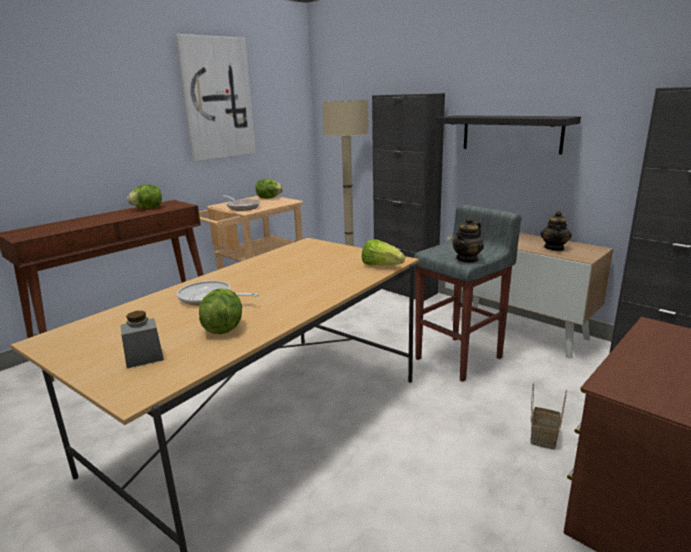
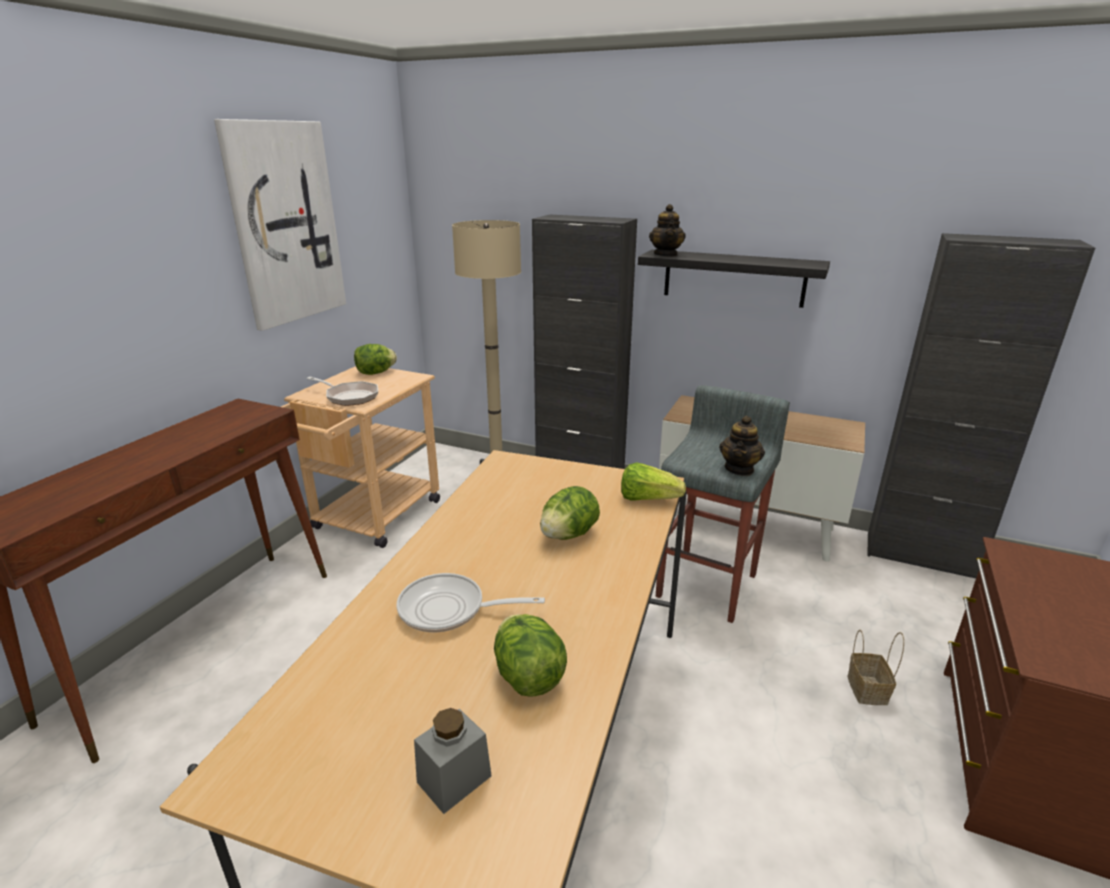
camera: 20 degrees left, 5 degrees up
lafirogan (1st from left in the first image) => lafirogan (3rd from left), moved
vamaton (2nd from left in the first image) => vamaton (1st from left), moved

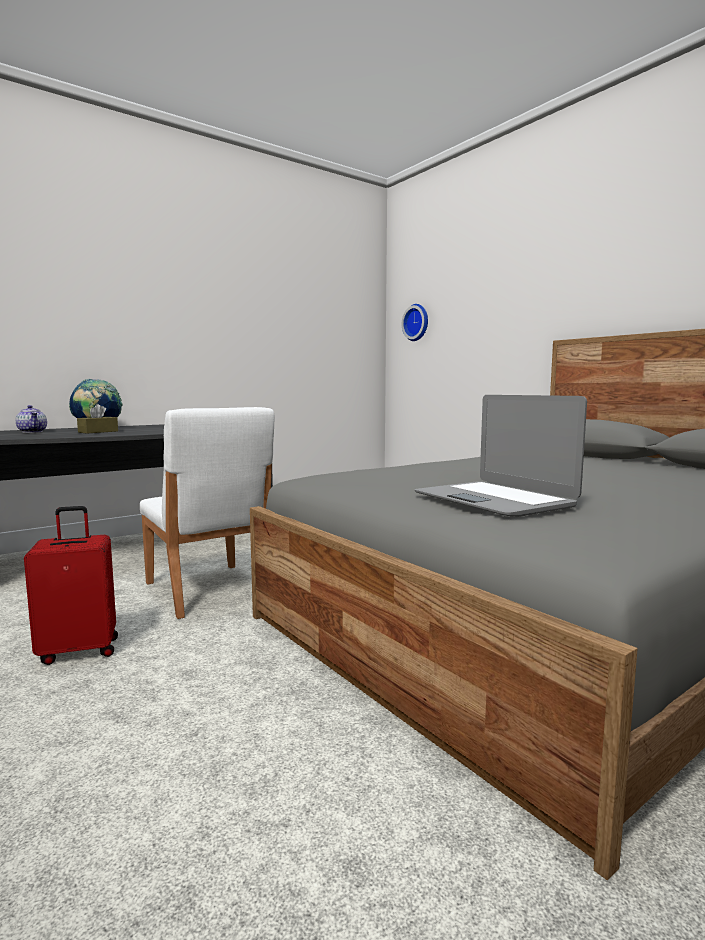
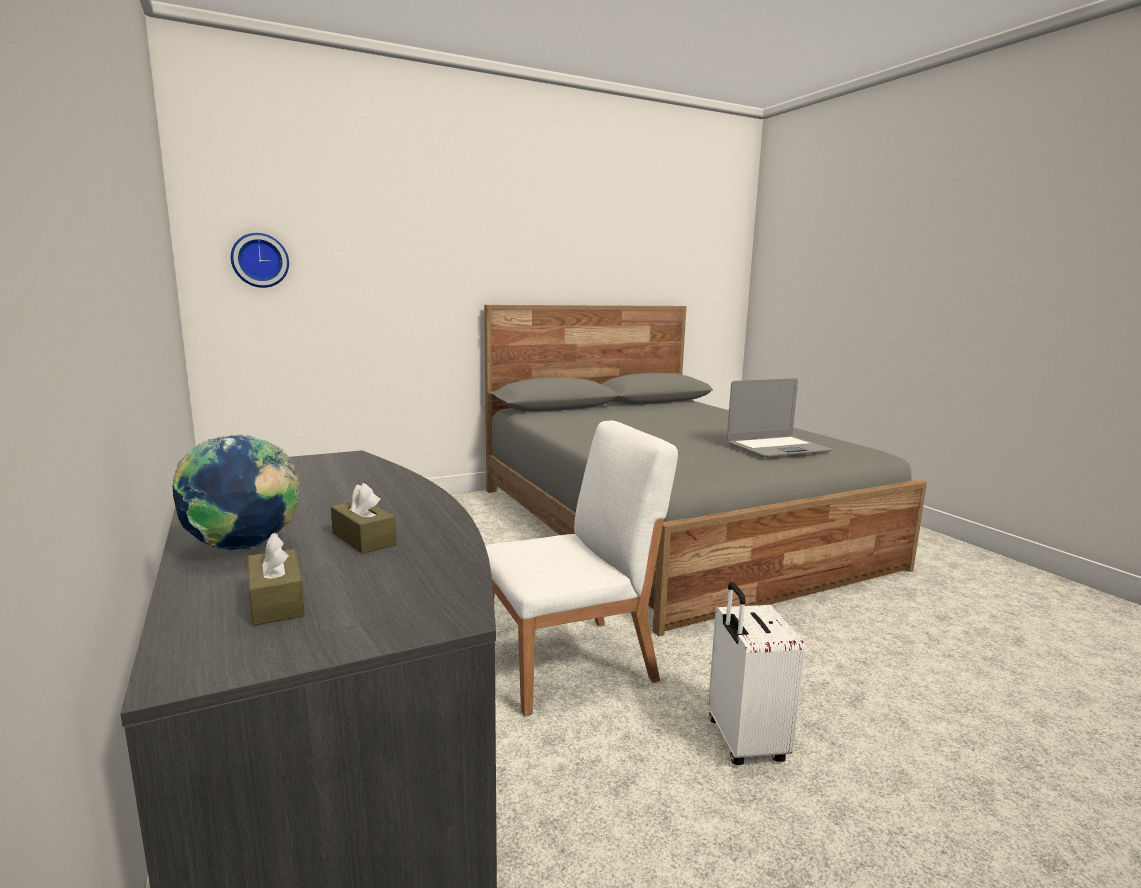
camera: 80 degrees left, 5 degrees up
vamaton => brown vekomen (1st from left)
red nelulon => white nelulon

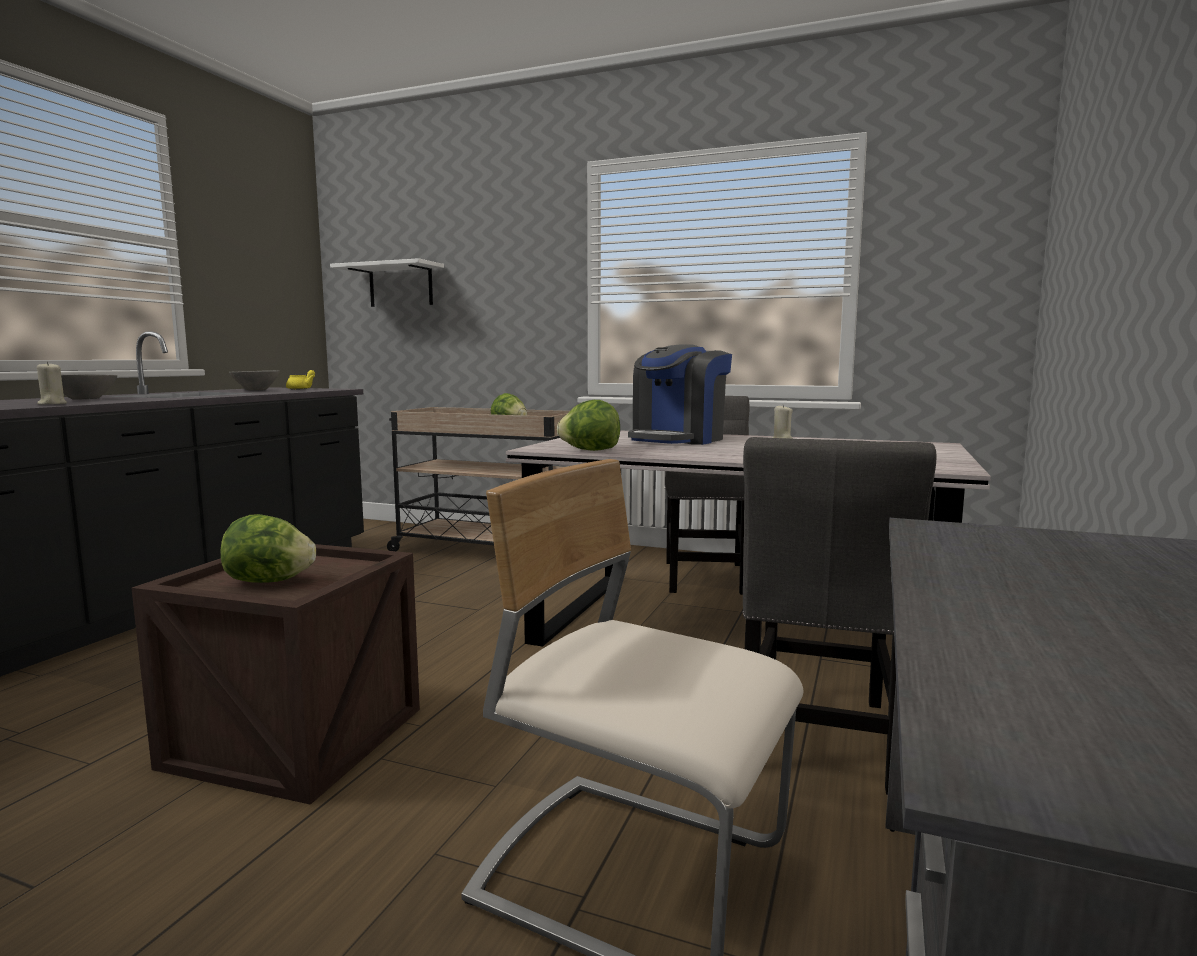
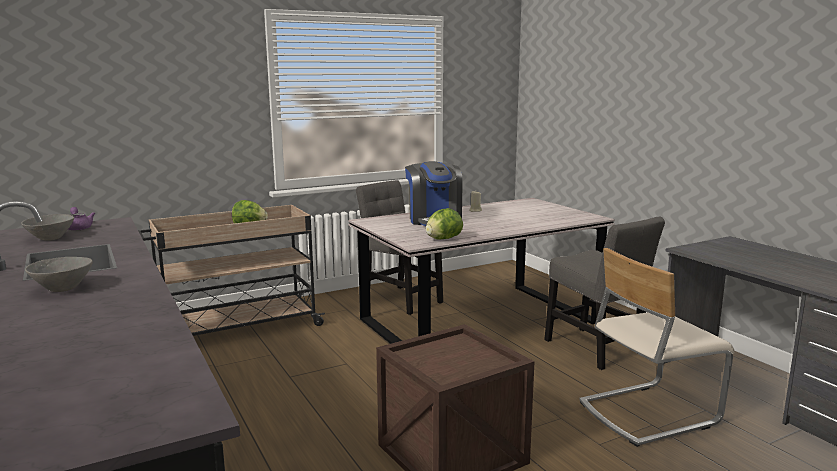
camera: 50 degrees left, 5 degrees up
yellow vamaton => purple vamaton
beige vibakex (1st from left) => nothing
lafirogan (1st from left) => nothing
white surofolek => nothing

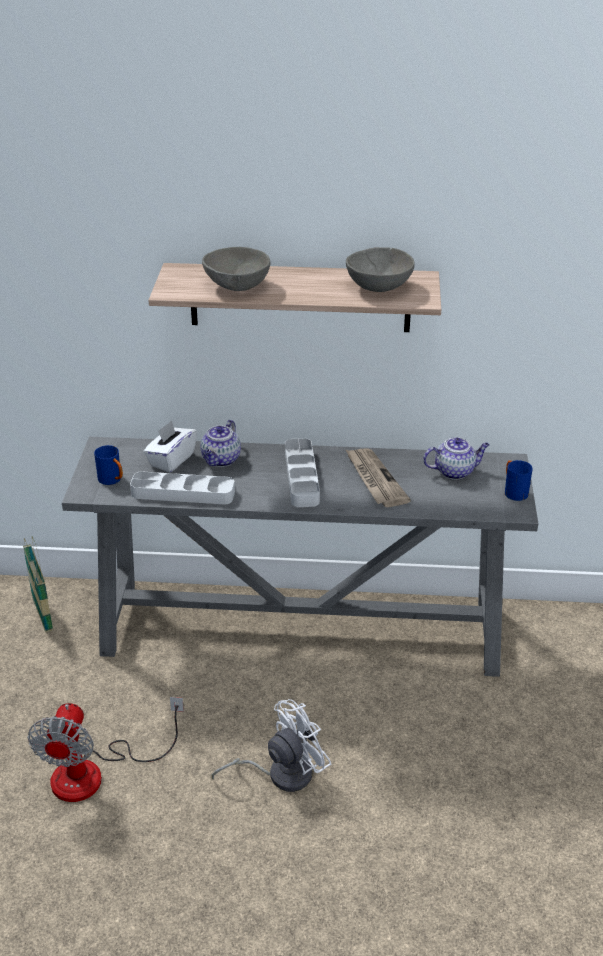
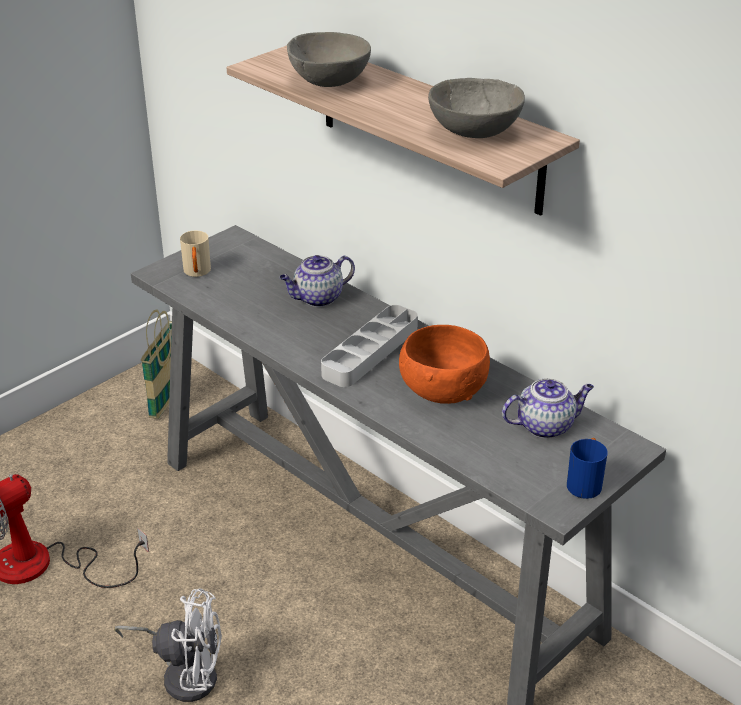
camera: 40 degrees right, 0 degrees up
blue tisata (1st from left) => beige tisata
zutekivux => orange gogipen
vamaton (2nd from left), 45 degrees counterclockwise
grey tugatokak (1st from left) => nothing
white vekomen => nothing

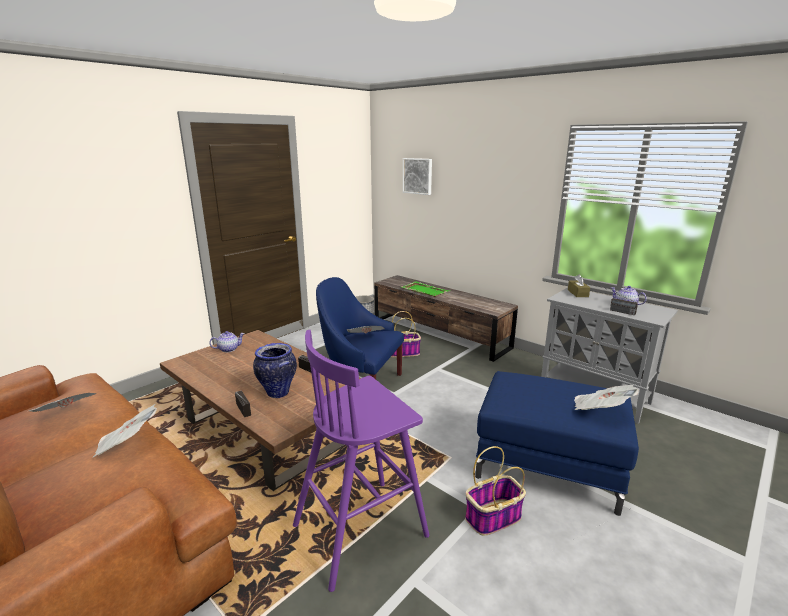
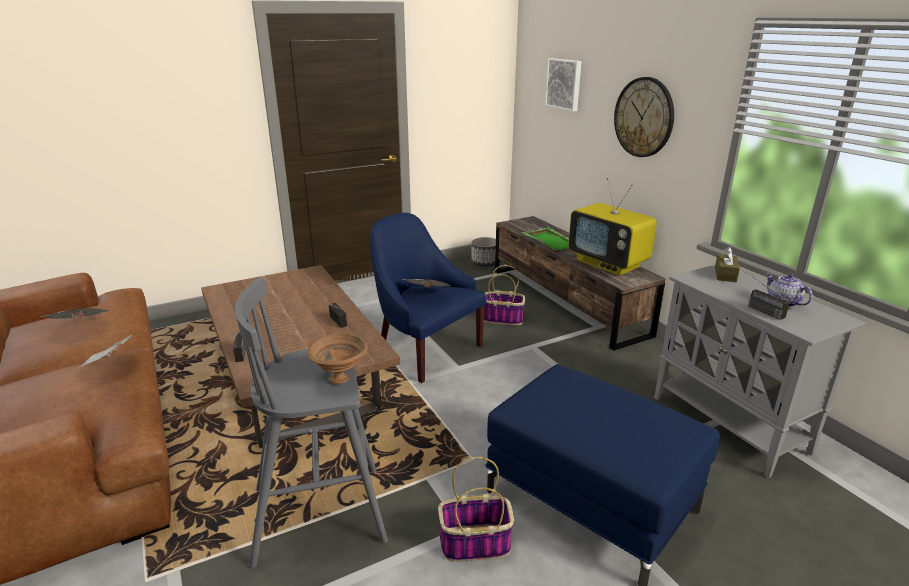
camera: 20 degrees right, 5 degrees up
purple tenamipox => grey tenamipox
nothing => brown gogipen
nothing => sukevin
nothing => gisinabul
vamaton (1st from left) => nothing
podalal => nothing
zutekivux (4th from left) => nothing

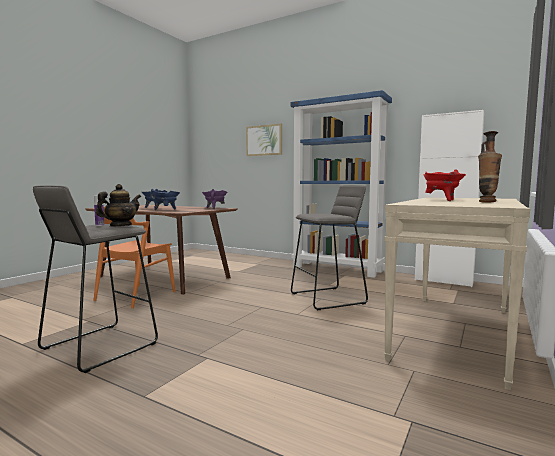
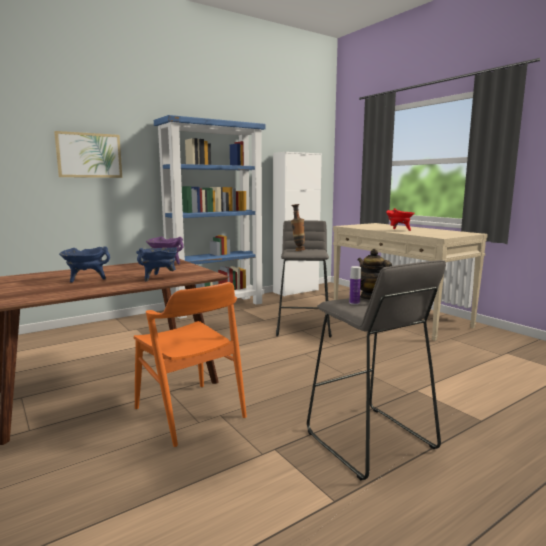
camera: 65 degrees left, 5 degrees up
podalal, moved

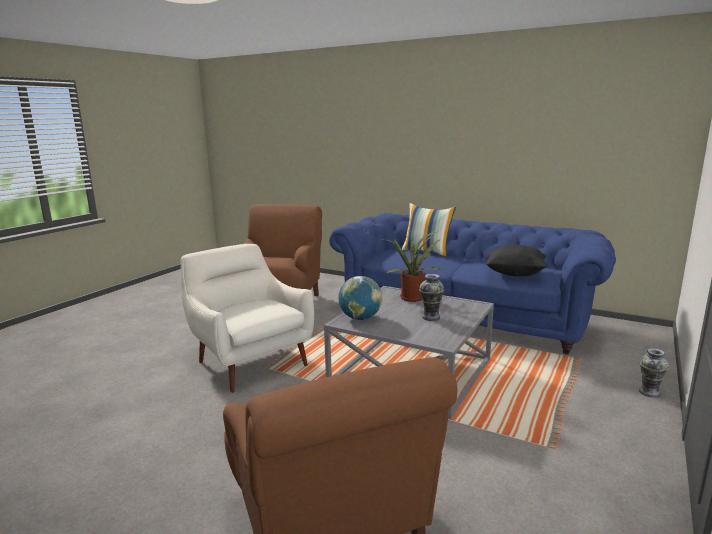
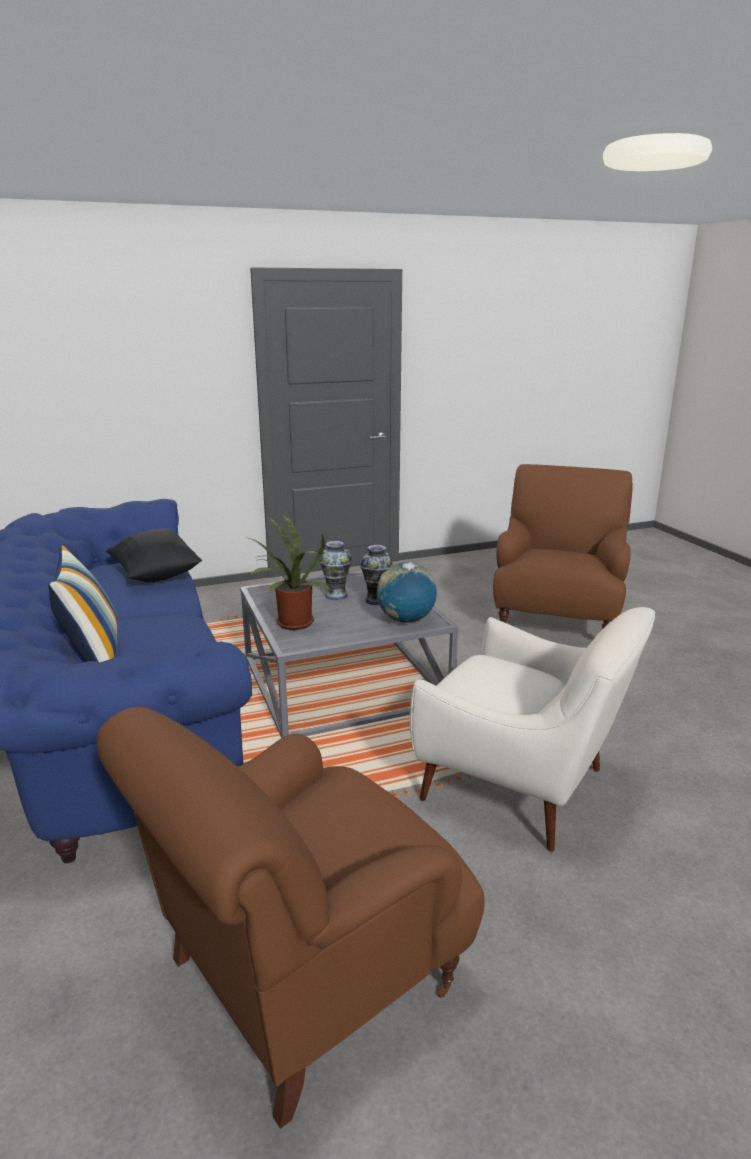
camera: 140 degrees left, 5 degrees up
podalal (2nd from left), moved
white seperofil, 60 degrees counterclockwise

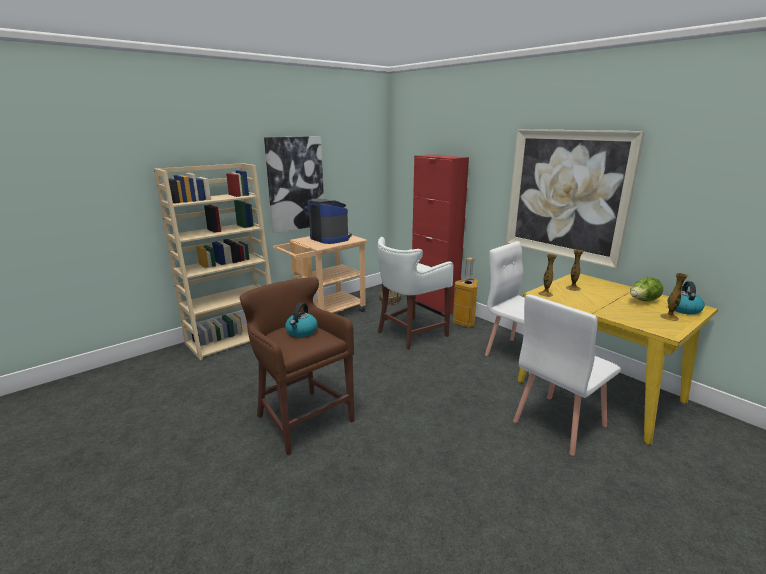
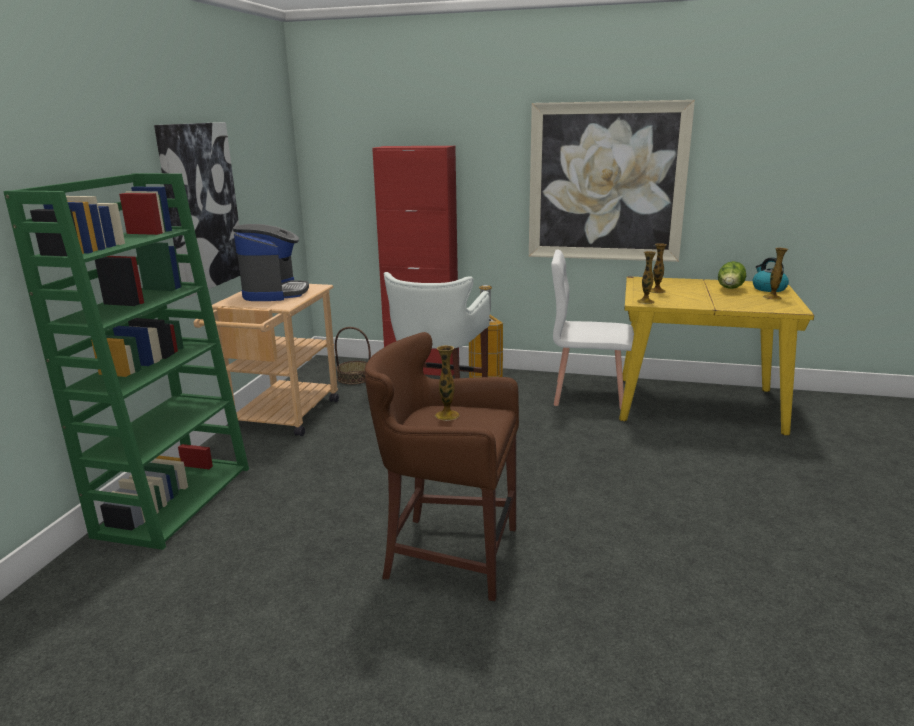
camera: 35 degrees left, 0 degrees up
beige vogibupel => green vogibupel
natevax, 75 degrees clockwise
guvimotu (1st from left) => podalal (1st from left)
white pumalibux (2nd from left) => nothing

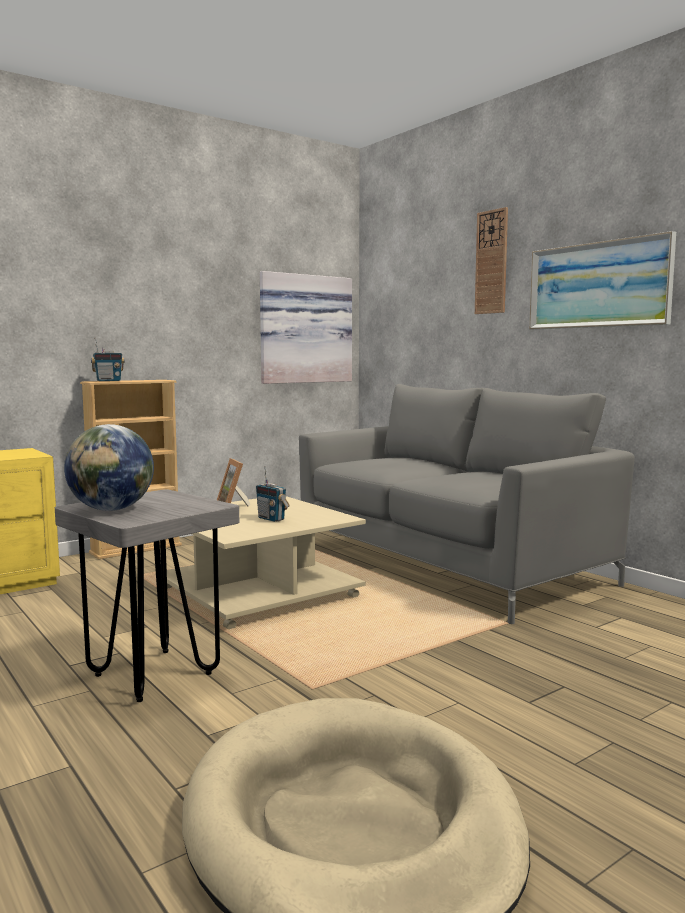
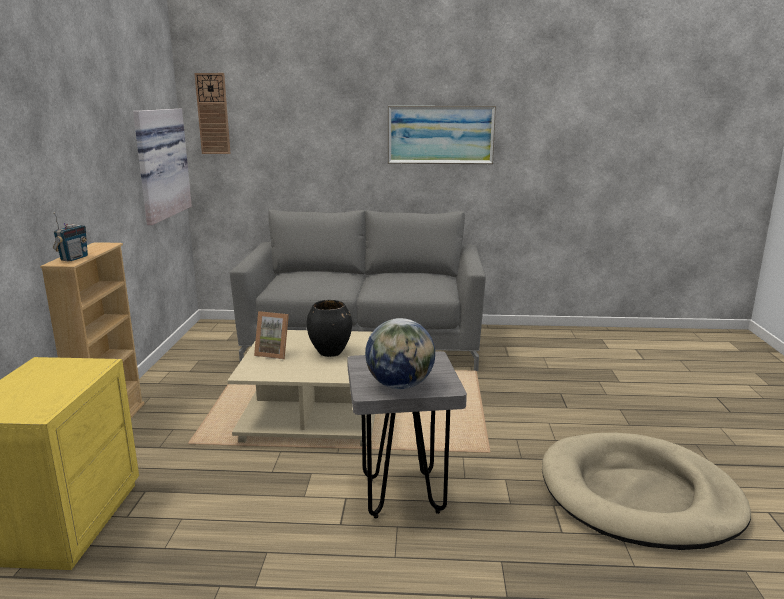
camera: 50 degrees left, 10 degrees up
gisinabul, moved
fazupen (2nd from left) => black podalal

